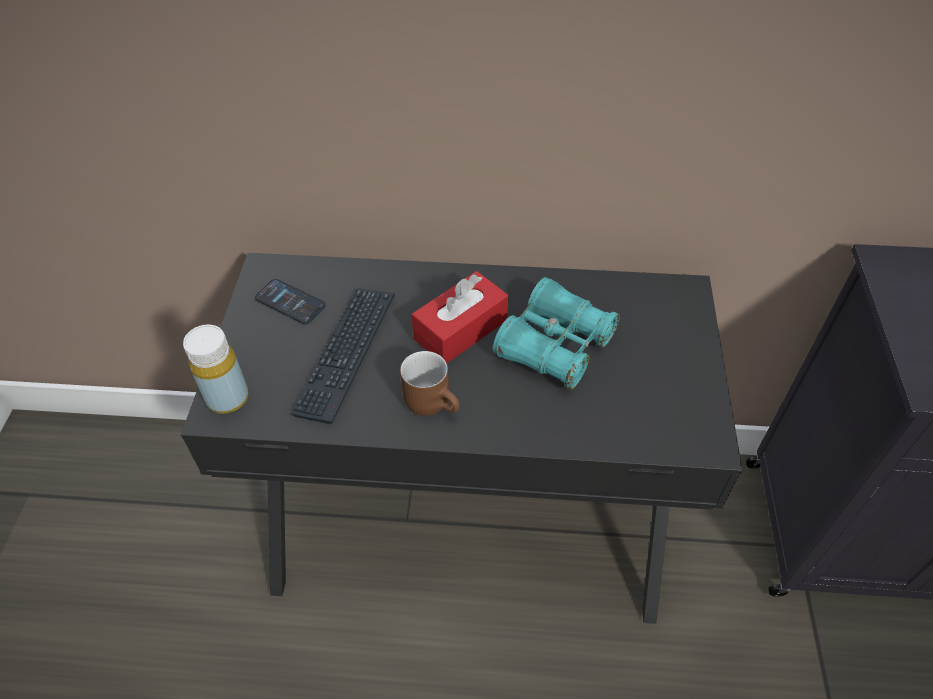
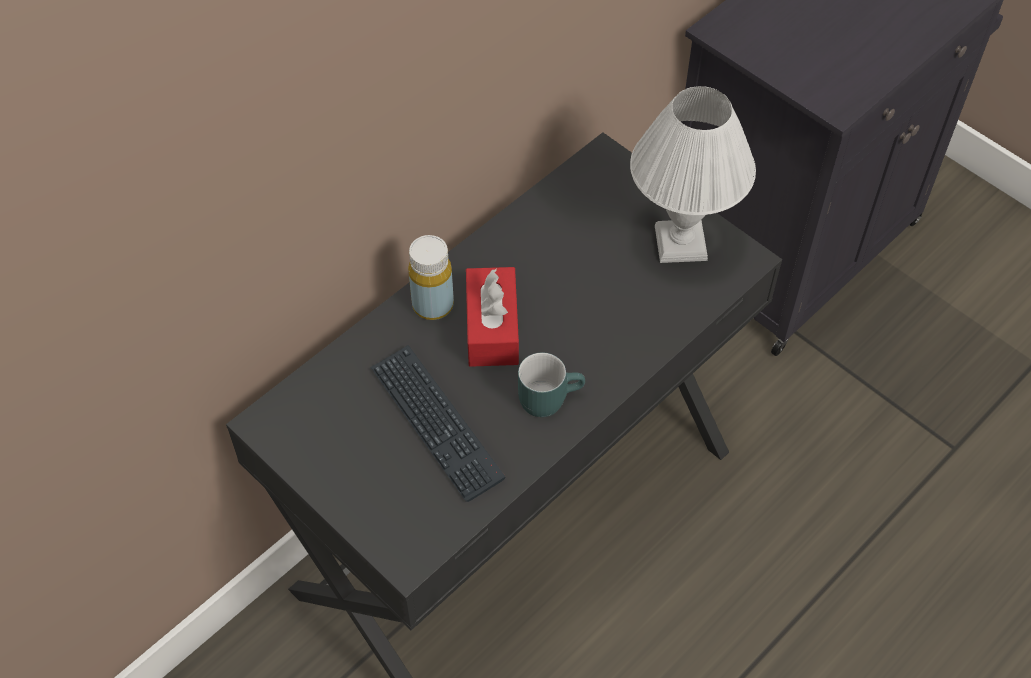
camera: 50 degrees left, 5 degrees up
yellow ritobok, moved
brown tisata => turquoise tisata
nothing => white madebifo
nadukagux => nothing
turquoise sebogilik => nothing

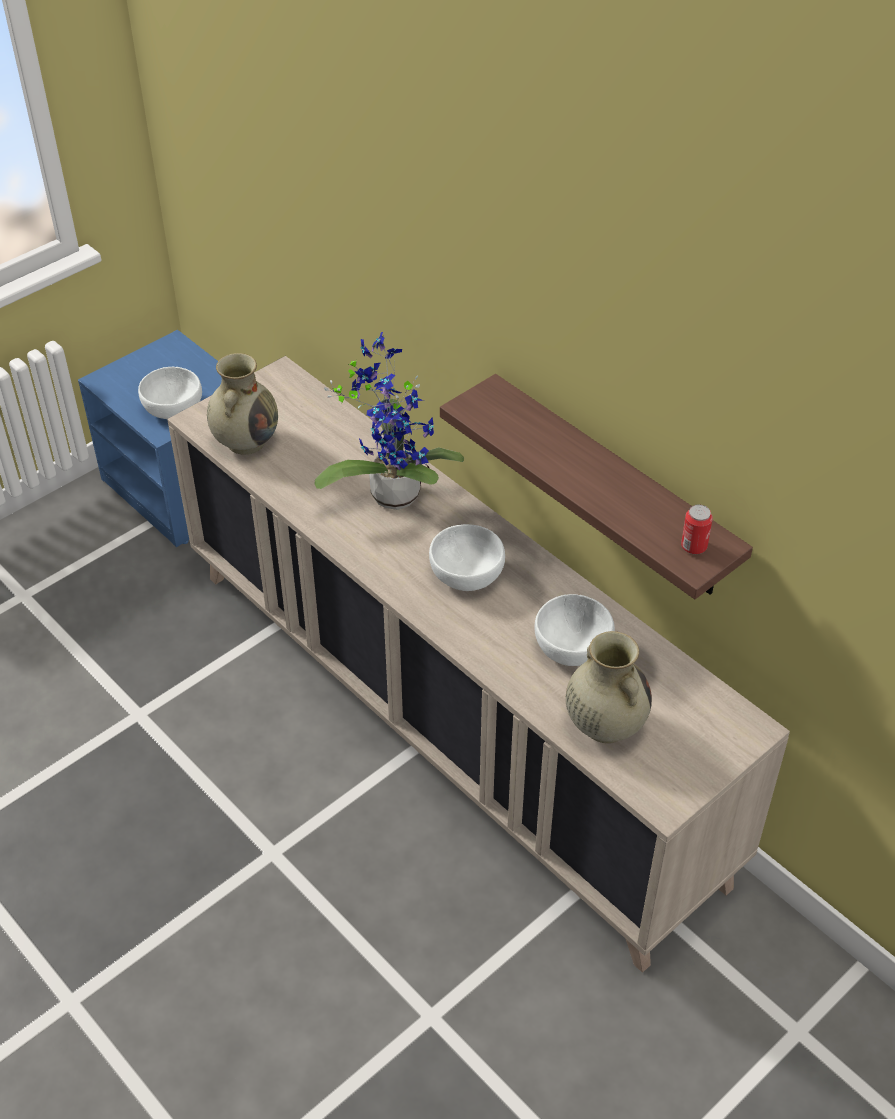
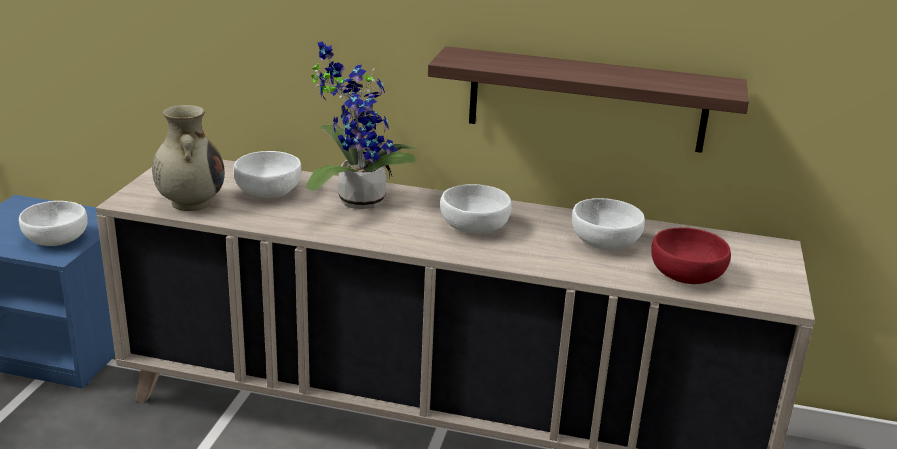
camera: 35 degrees left, 20 degrees down
nothing => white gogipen (2nd from left)
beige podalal (2nd from left) => red gogipen
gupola => nothing

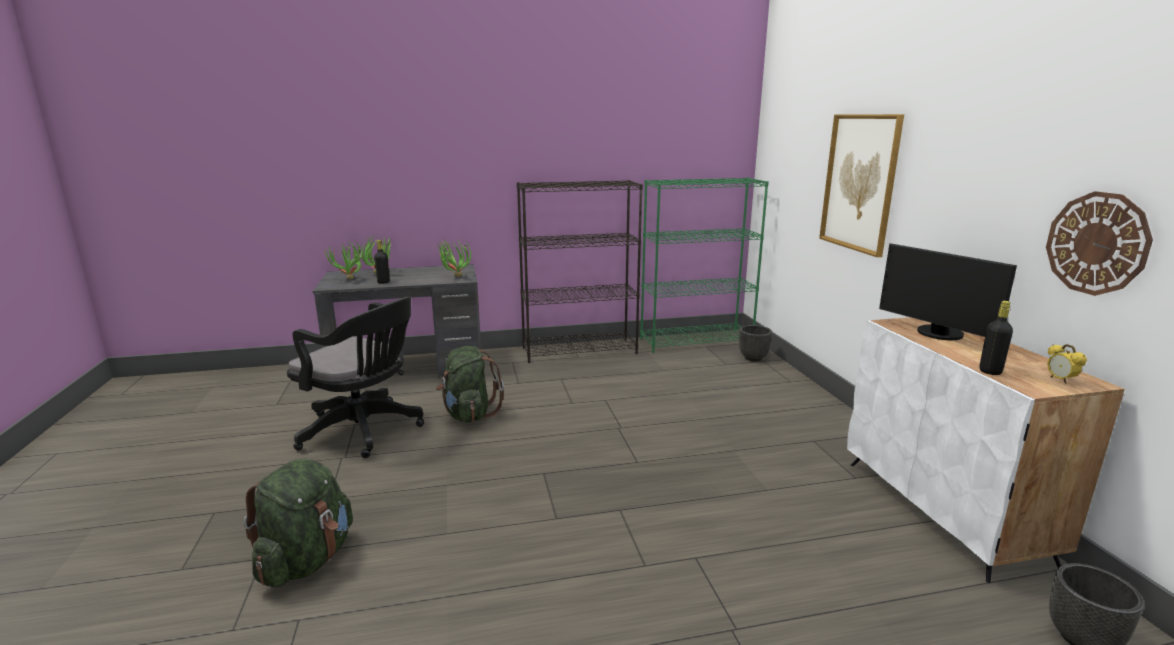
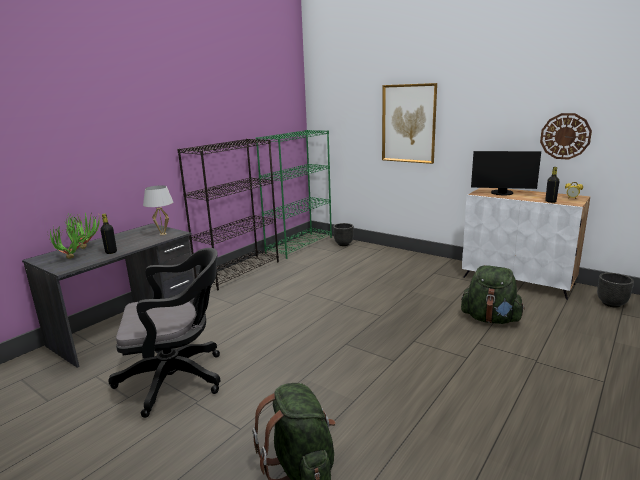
camera: 40 degrees left, 0 degrees up
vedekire (3rd from left) => white madebifo
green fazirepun (2nd from left), moved

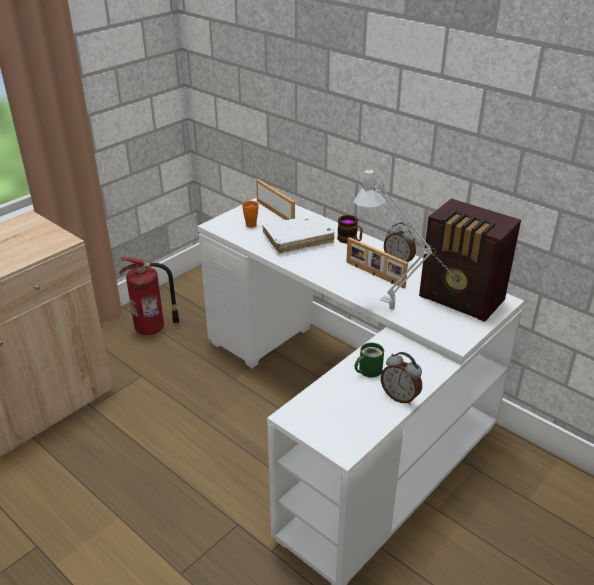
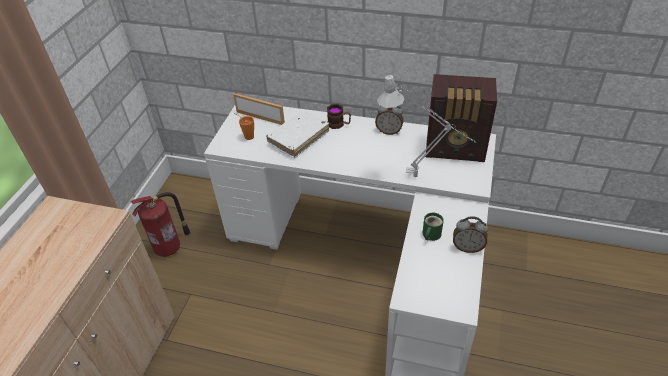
camera: 25 degrees left, 10 degrees up
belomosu (2nd from left) => nothing

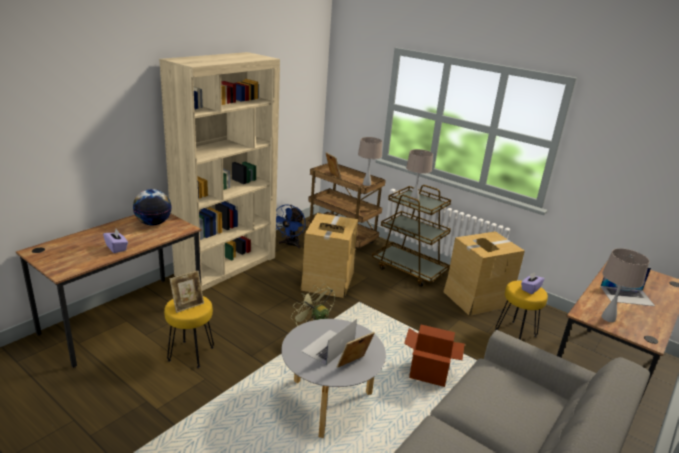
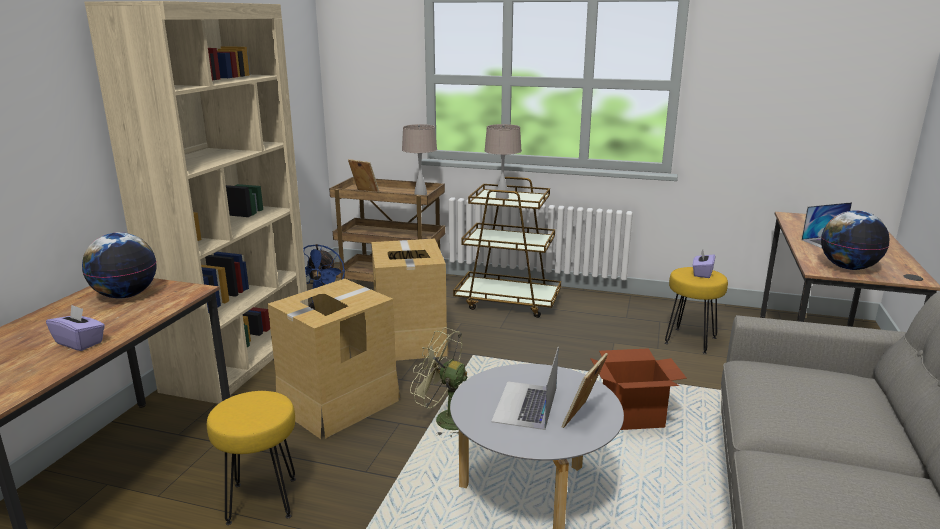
camera: 20 degrees left, 5 degrees down
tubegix (3rd from left in the first image) => tubegix (1st from left), moved
beige madebifo (3rd from left) => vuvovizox (2nd from left)
belomosu (1st from left) => nothing

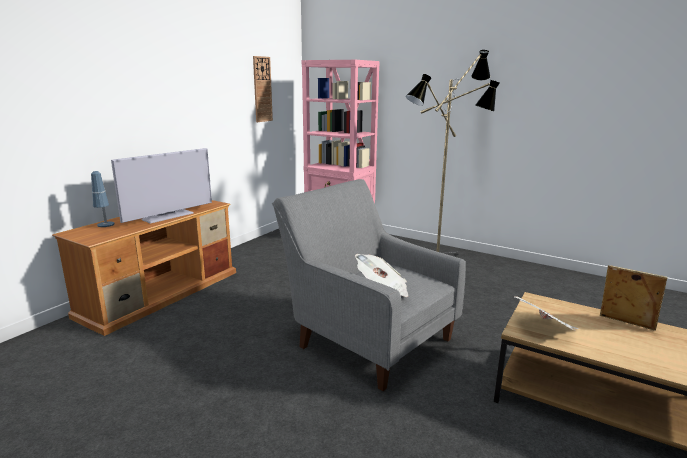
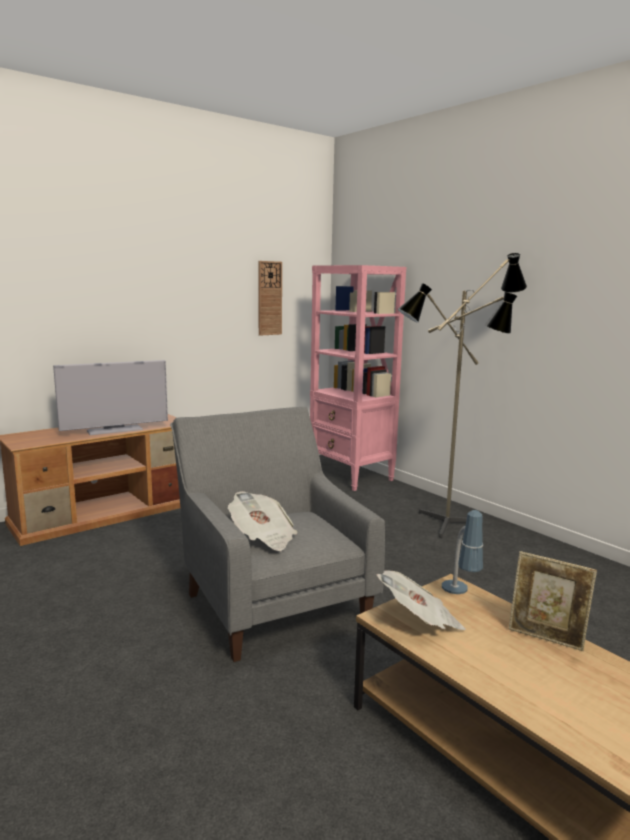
camera: 20 degrees right, 5 degrees down
madebifo, moved
belomosu, 150 degrees clockwise

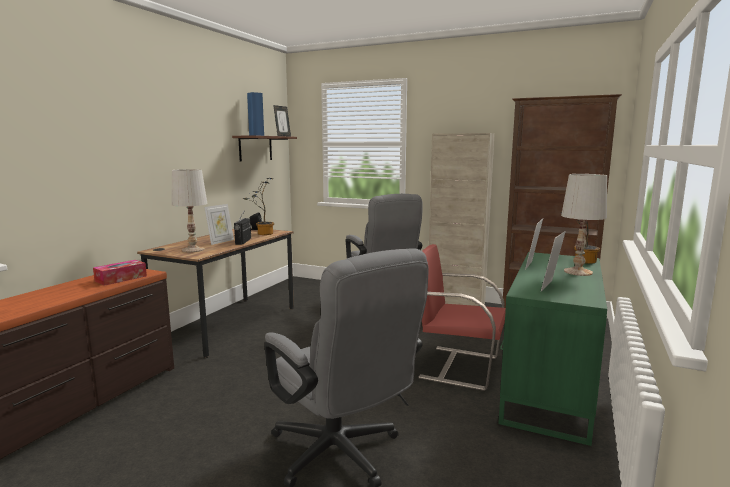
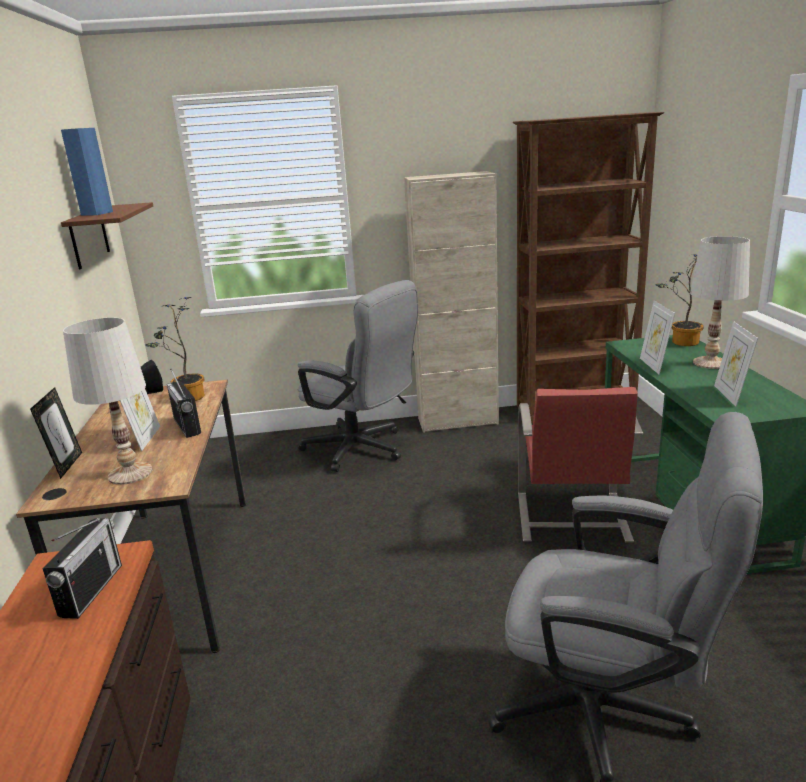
camera: 30 degrees left, 10 degrees up
belomosu (2nd from left in the first image) => belomosu (1st from left), moved
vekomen => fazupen (1st from left)
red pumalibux, 75 degrees counterclockwise

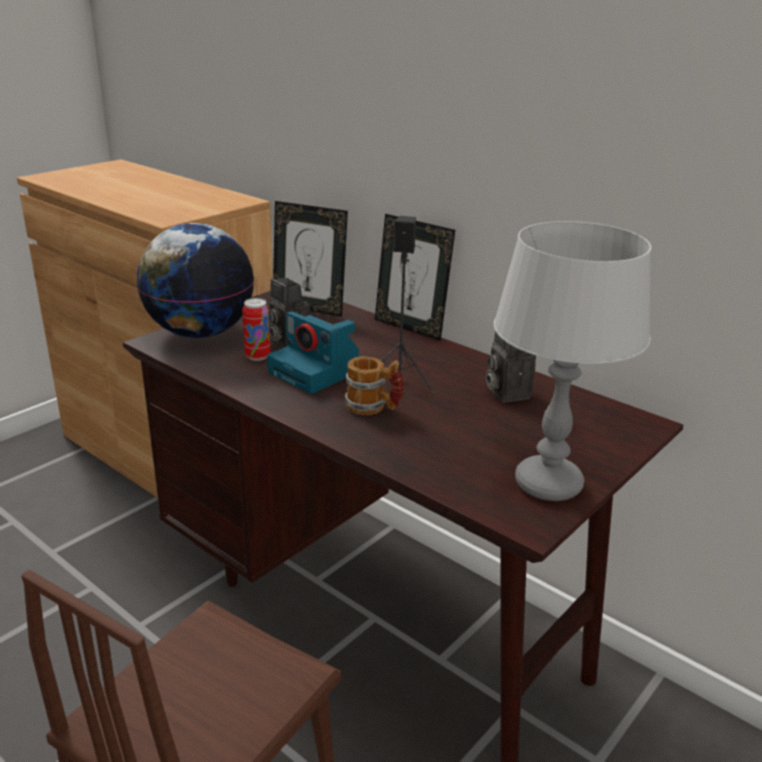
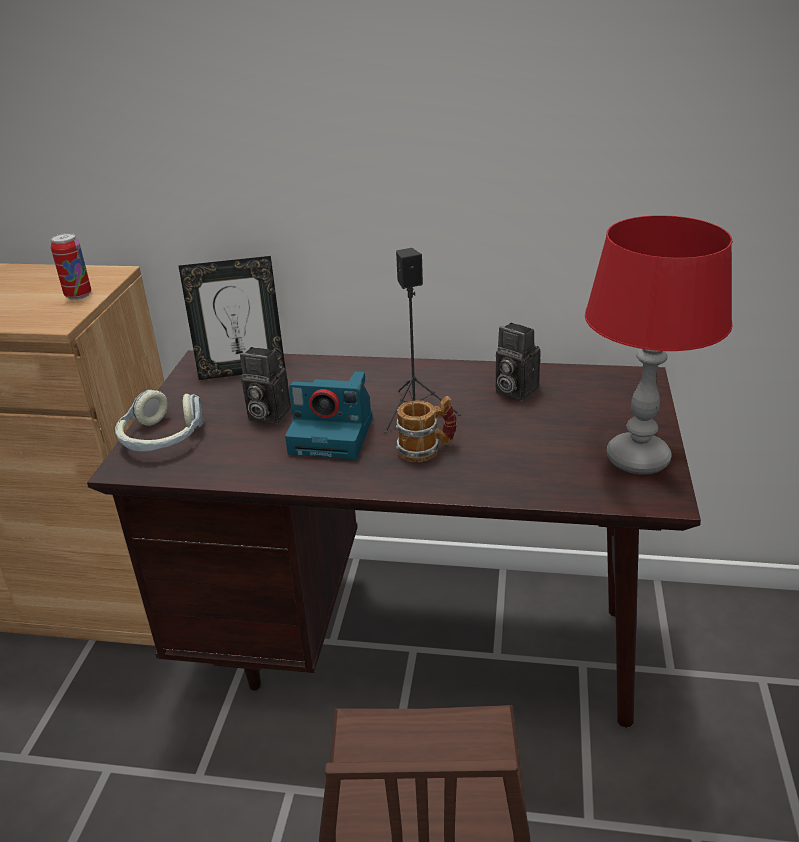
camera: 30 degrees left, 5 degrees up
gupola, moved
vuvovizox => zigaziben
grey madebifo => red madebifo
belomosu (2nd from left) => nothing

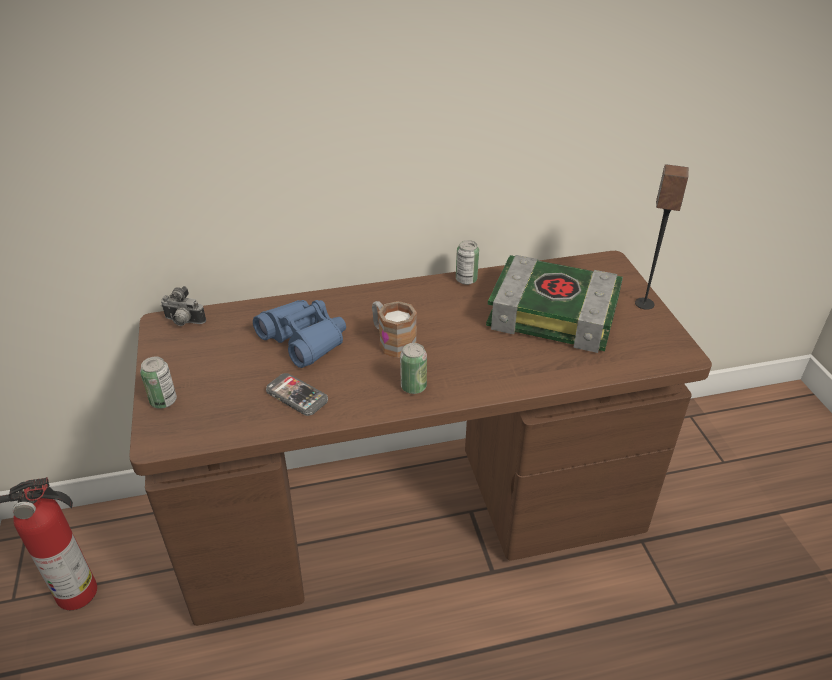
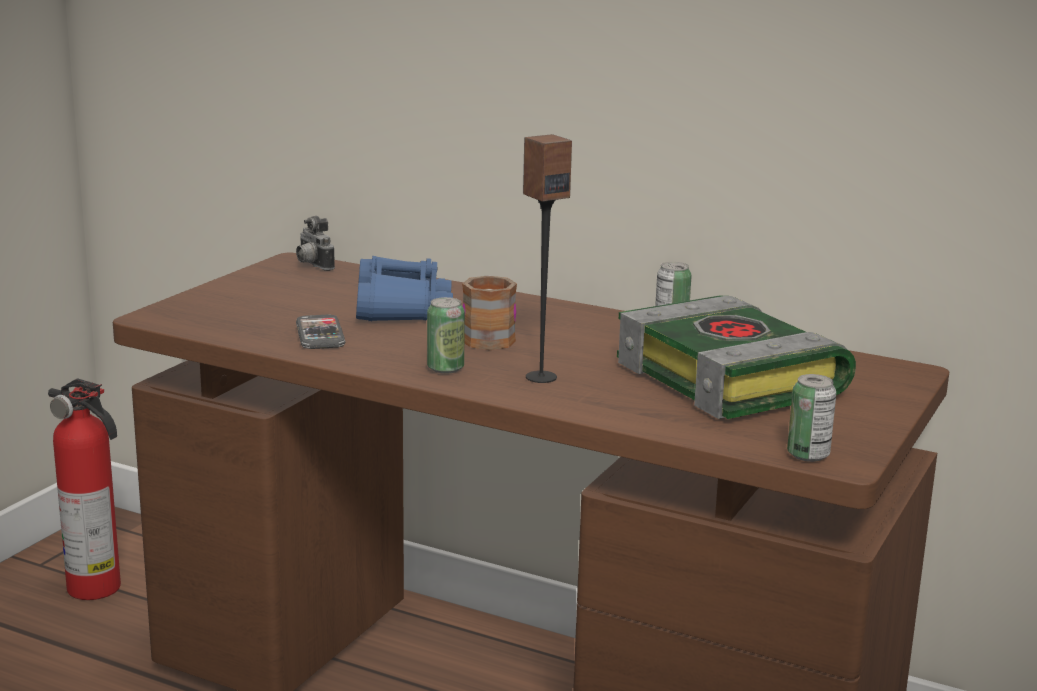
camera: 40 degrees right, 20 degrees down
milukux, moved
gupola (1st from left in the first image) => gupola (3rd from left), moved

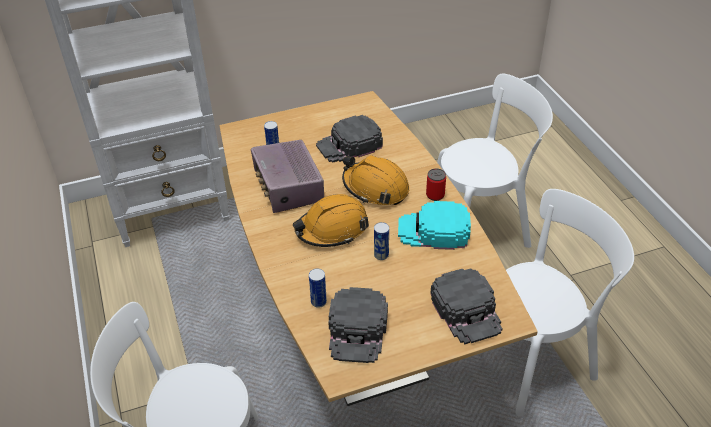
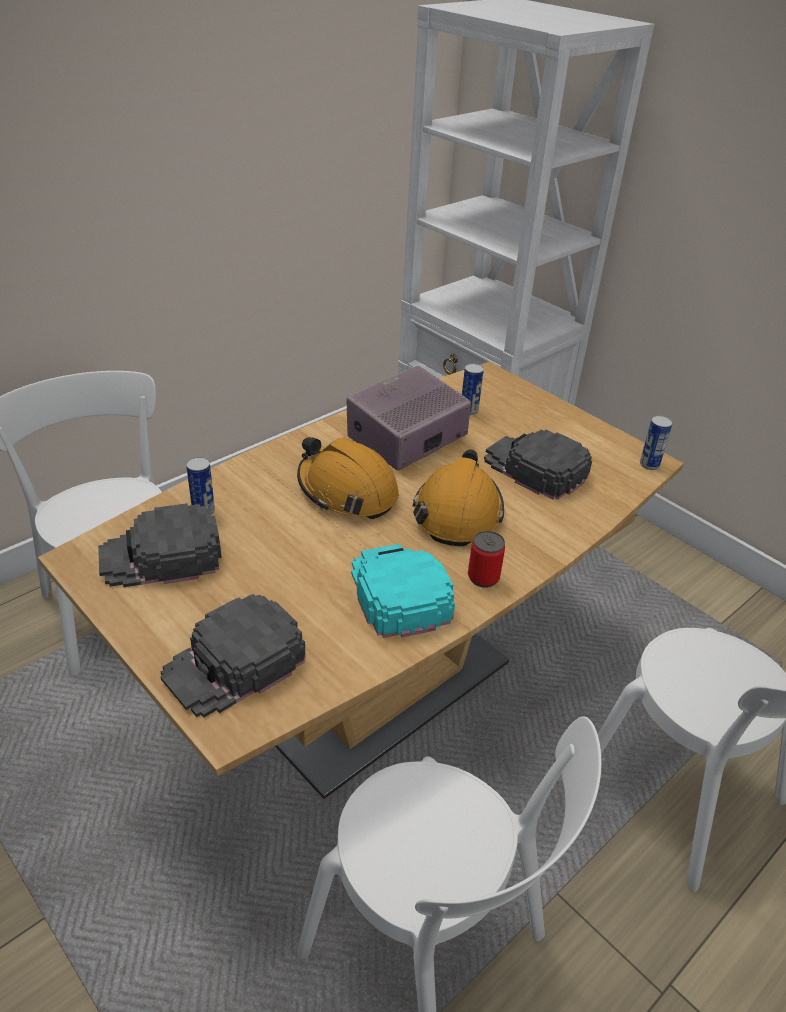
camera: 65 degrees right, 5 degrees down
gupola (3rd from left in the first image) => gupola (4th from left), moved

